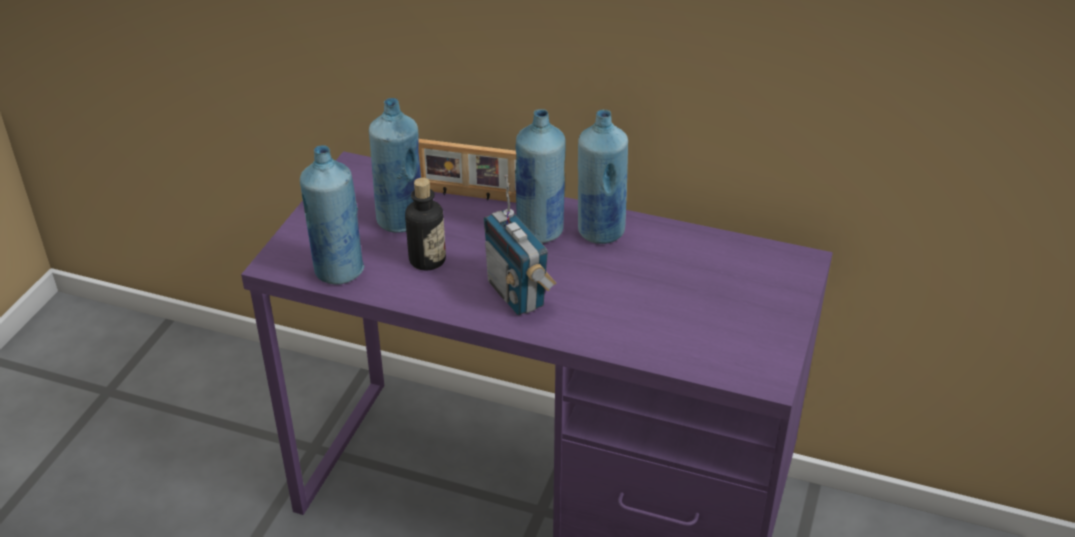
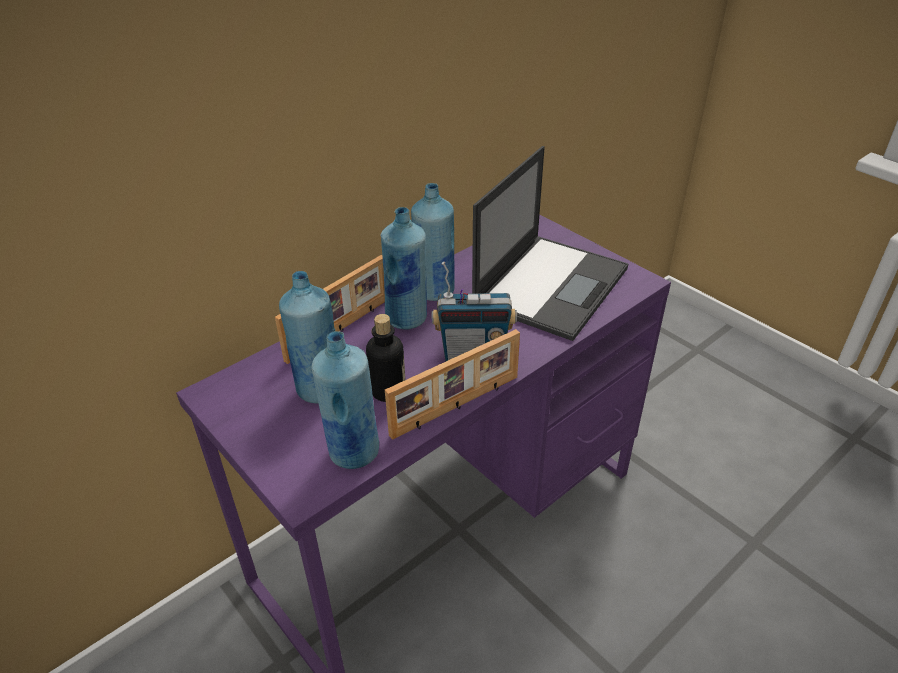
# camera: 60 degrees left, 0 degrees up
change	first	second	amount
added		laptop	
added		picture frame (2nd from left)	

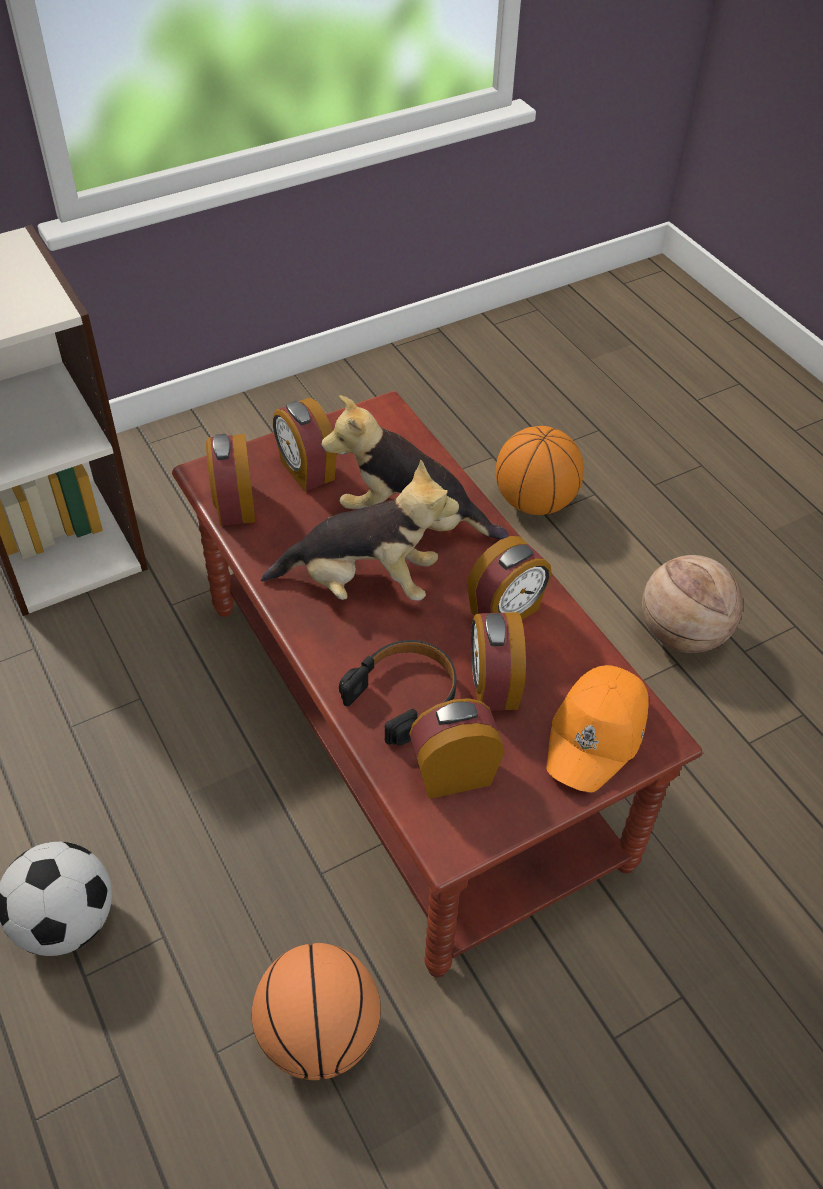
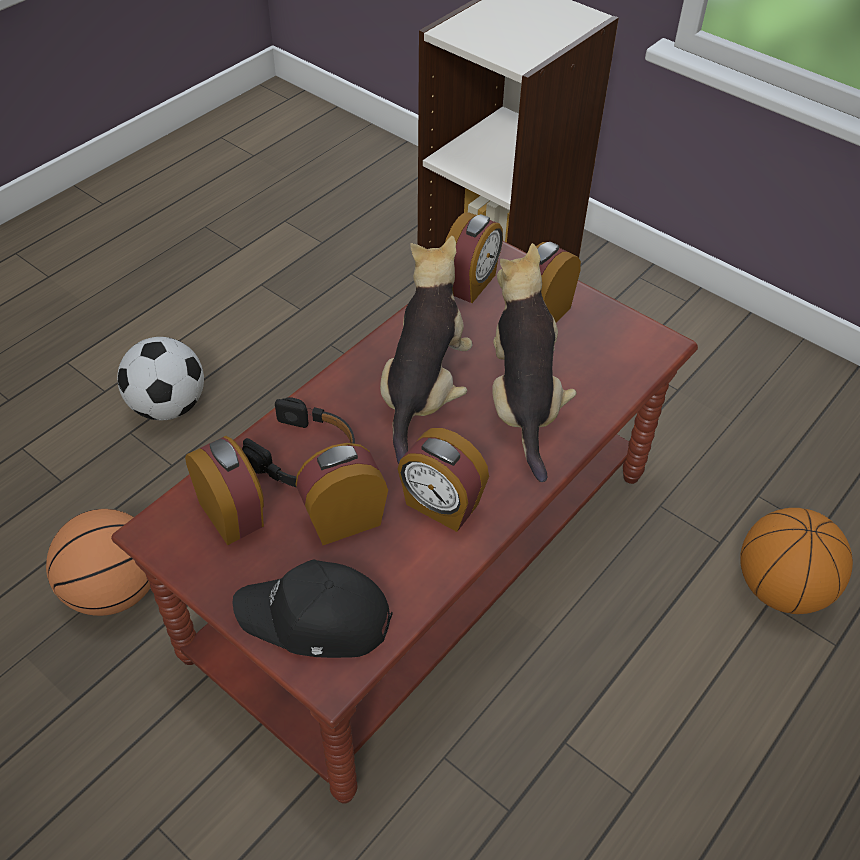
# camera: 70 degrees right, 0 degrees up
change	first	second	amount
turned	alarm clock (1st from left in the first image)	alarm clock (4th from left)	150 degrees clockwise
turned	plush toy (1st from left)		150 degrees counterclockwise
removed	basketball (3rd from left)		
recoloured	cap in orange	cap in black	

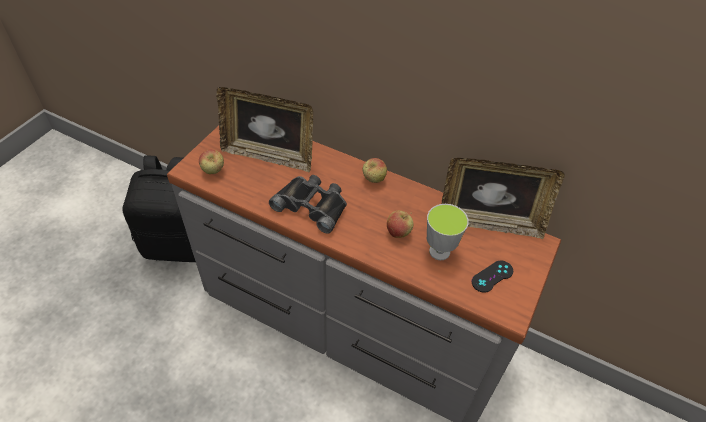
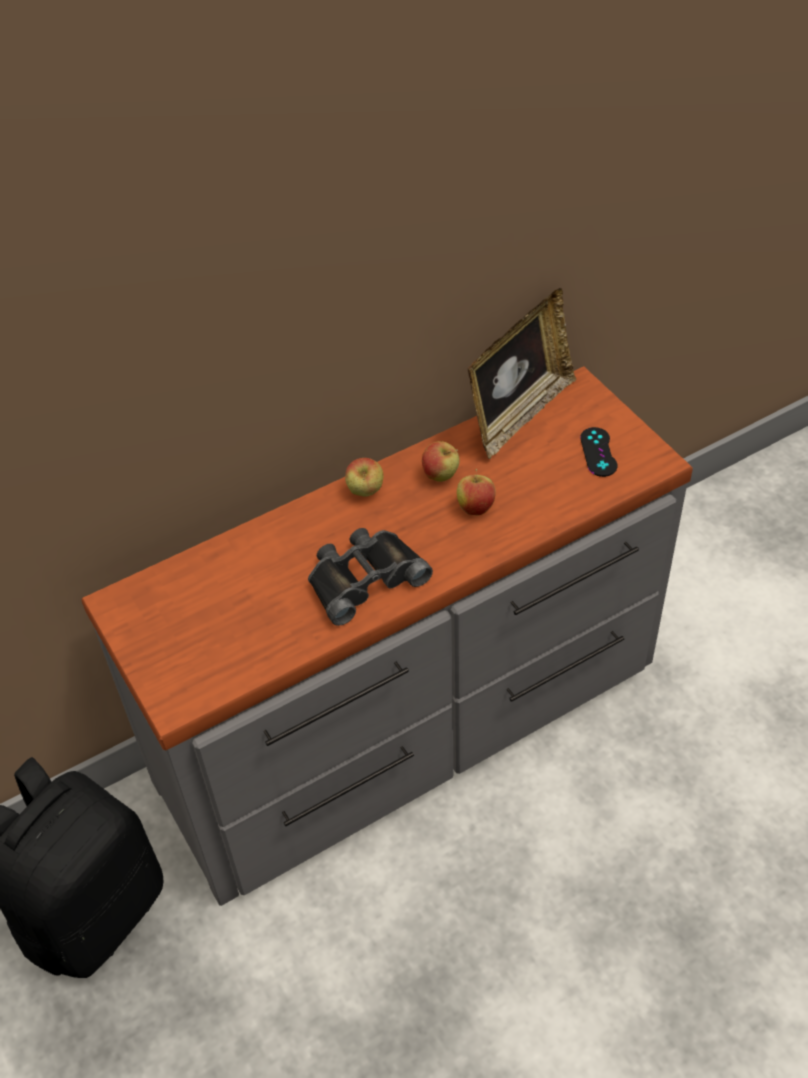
# camera: 55 degrees left, 0 degrees up
change	first	second	amount
removed	picture frame (1st from left)		
moved	apple (1st from left in the first image)	apple (2nd from left)	
removed	cup		

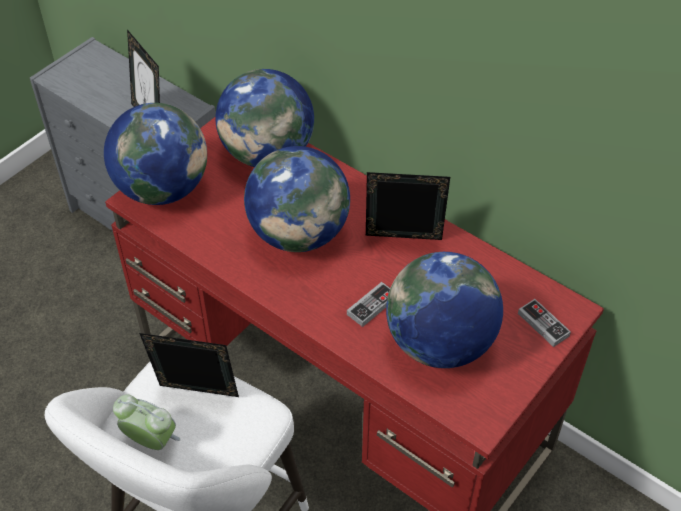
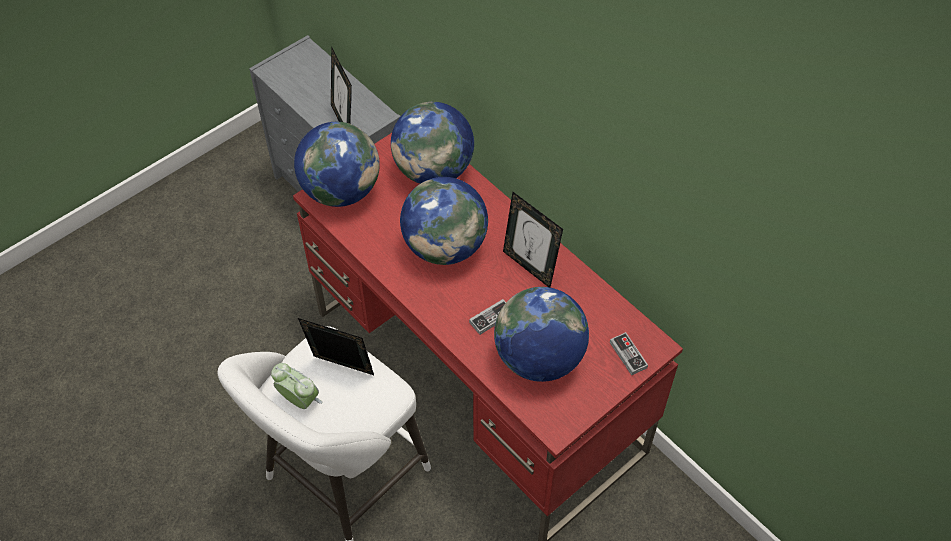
# camera: 10 degrees right, 5 degrees up
change	first	second	amount
turned	picture frame (3rd from left)		150 degrees counterclockwise

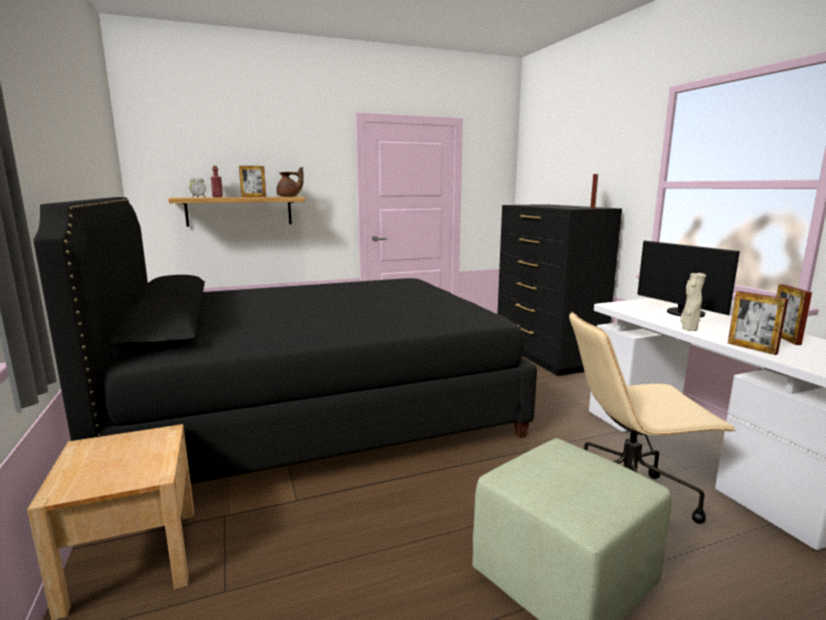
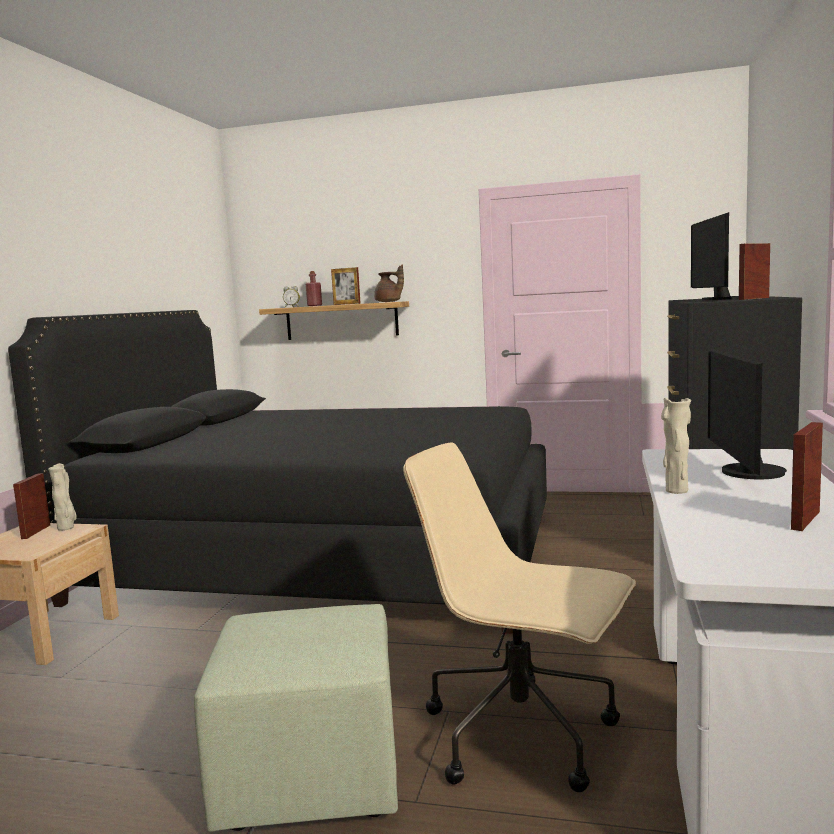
# camera: 35 degrees right, 5 degrees down
change	first	second	amount
moved	picture frame (3rd from left in the first image)	picture frame (1st from left)	
added		monitor (1st from left)	
added		vase in beige (1st from left)	

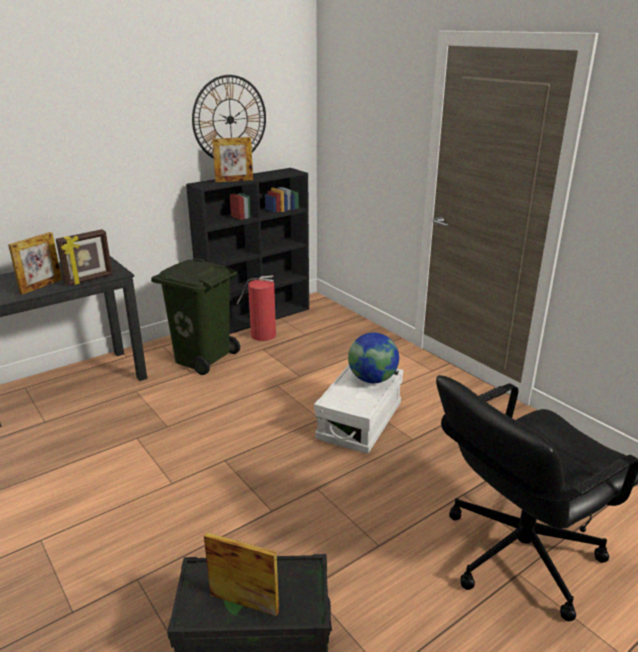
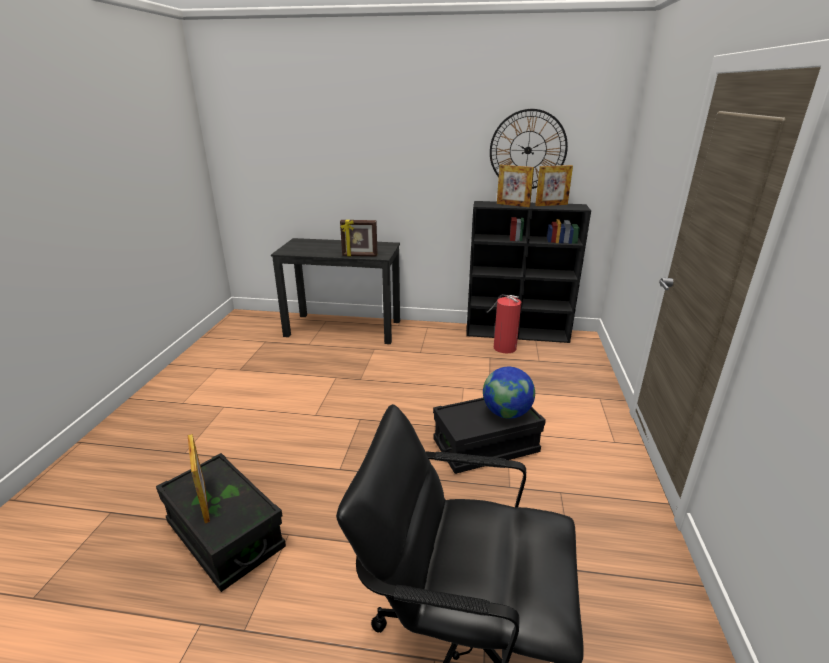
# camera: 45 degrees right, 0 degrees up
change	first	second	amount
moved	picture frame (1st from left in the first image)	picture frame (4th from left)	
removed	trash can in green		
recoloured	storage box in white	storage box in black (2nd from left)	

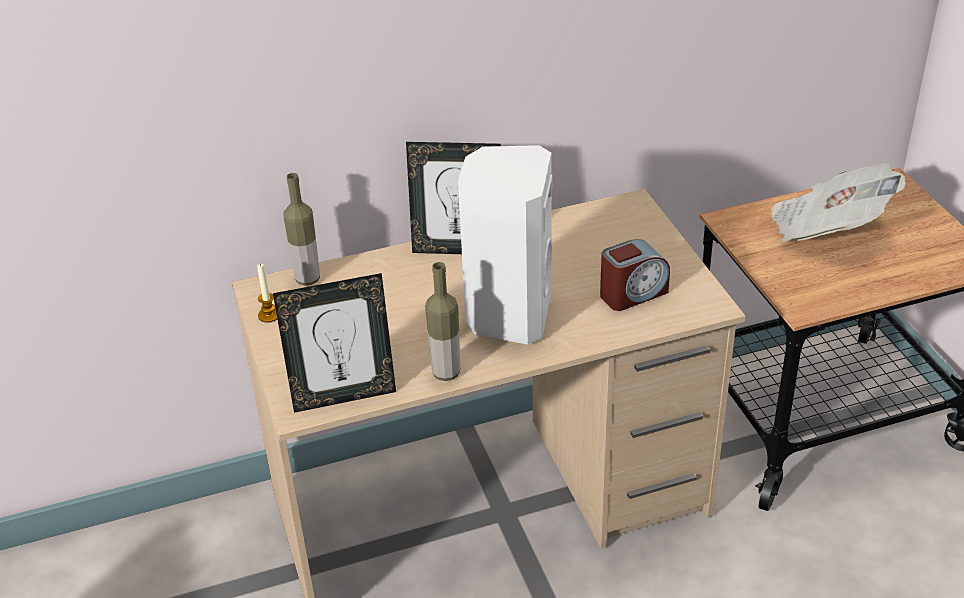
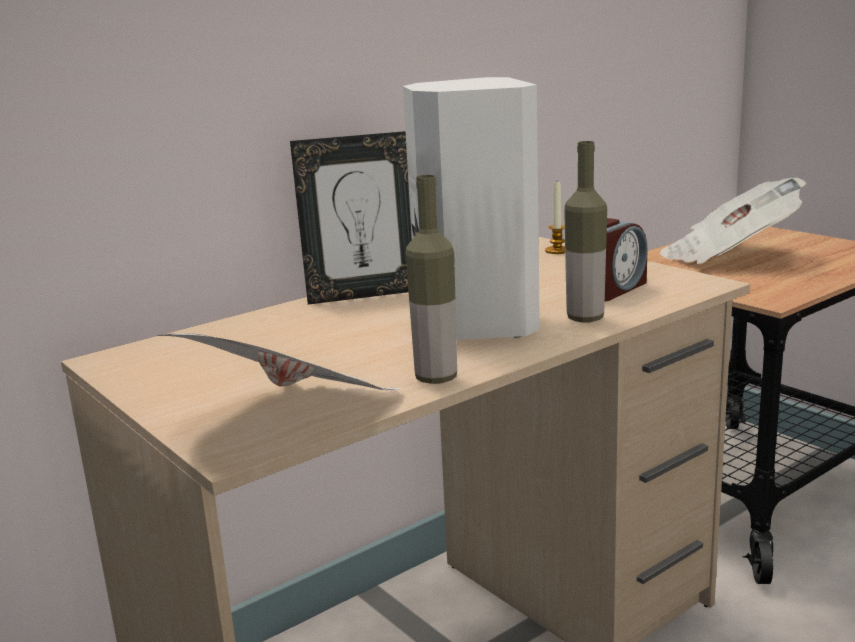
# camera: 20 degrees left, 20 degrees down
change	first	second	amount
moved	bottle (1st from left in the first image)	bottle (2nd from left)	
moved	candle		
replaced	picture frame (1st from left)	newspaper (1st from left)	

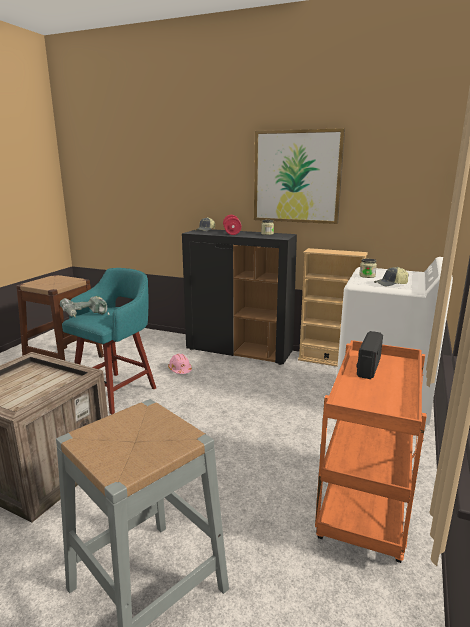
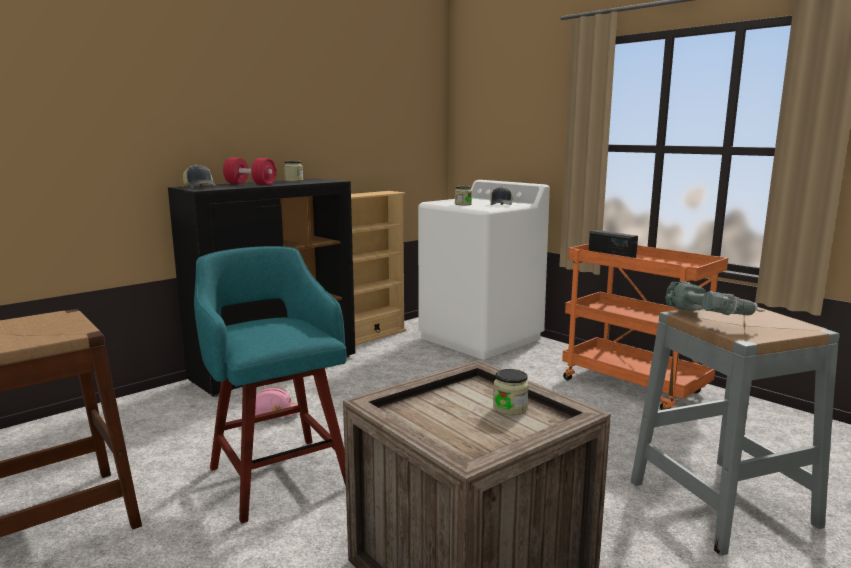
# camera: 65 degrees left, 5 degrees down
change	first	second	amount
removed	picture		
moved	power drill		
added		jar (3rd from left)	

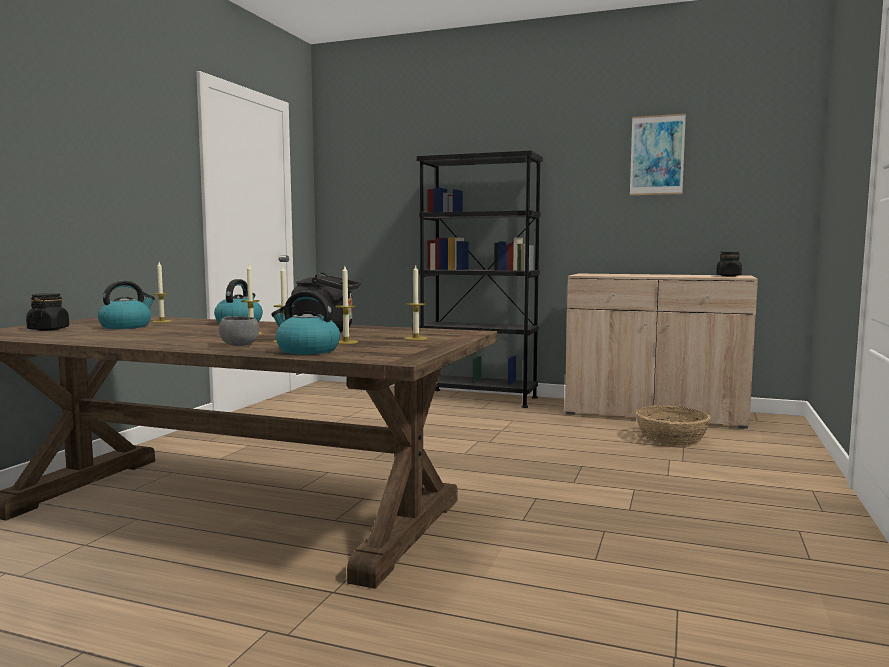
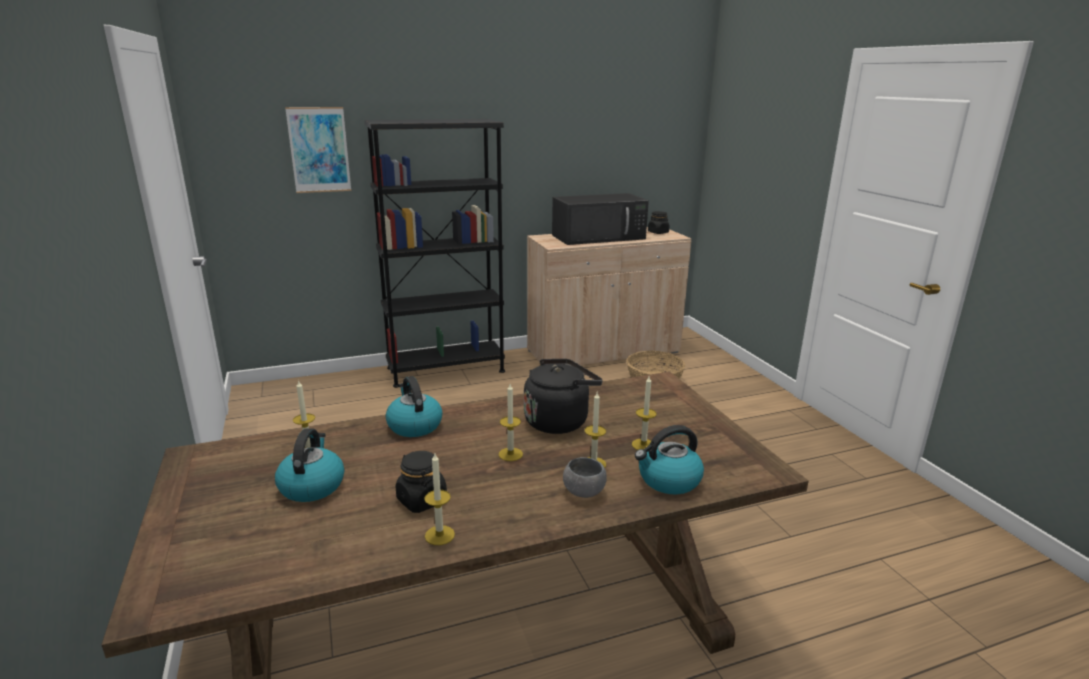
# camera: 40 degrees left, 15 degrees up
change	first	second	amount
moved	picture		
moved	candle (5th from left in the first image)	candle (2nd from left)	
moved	jar in black (1st from left)		
added		microwave in black	

